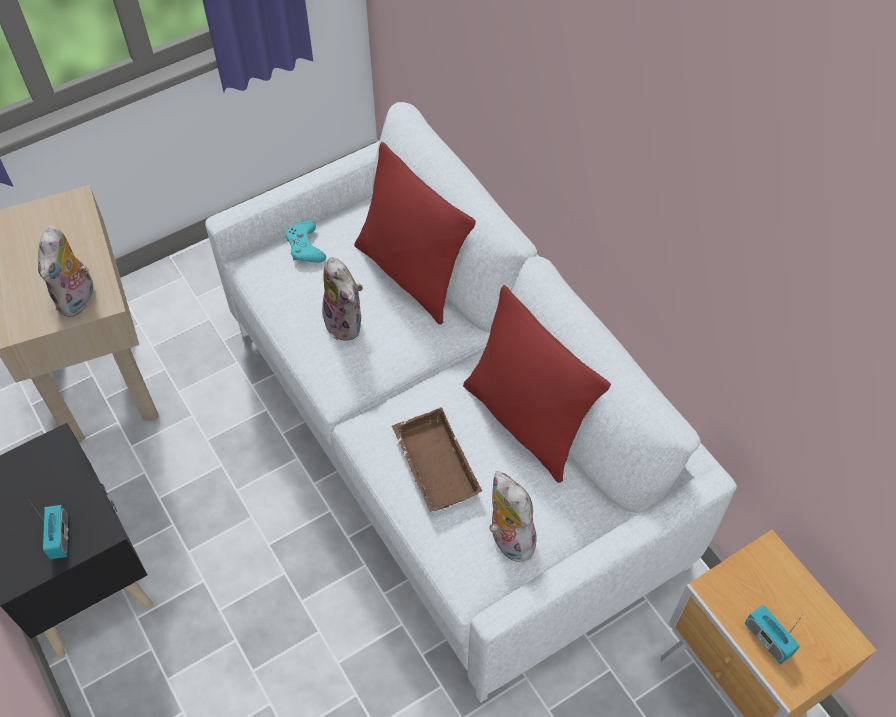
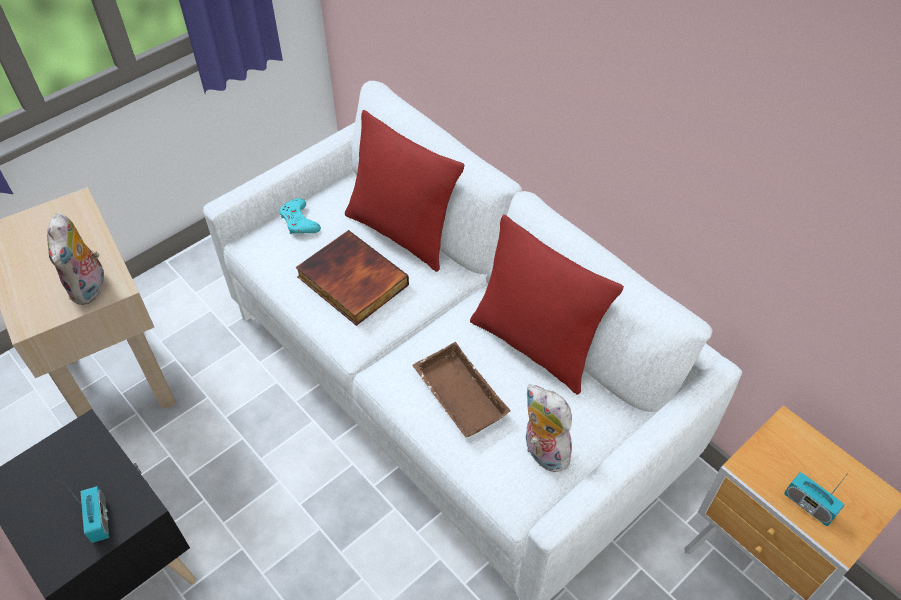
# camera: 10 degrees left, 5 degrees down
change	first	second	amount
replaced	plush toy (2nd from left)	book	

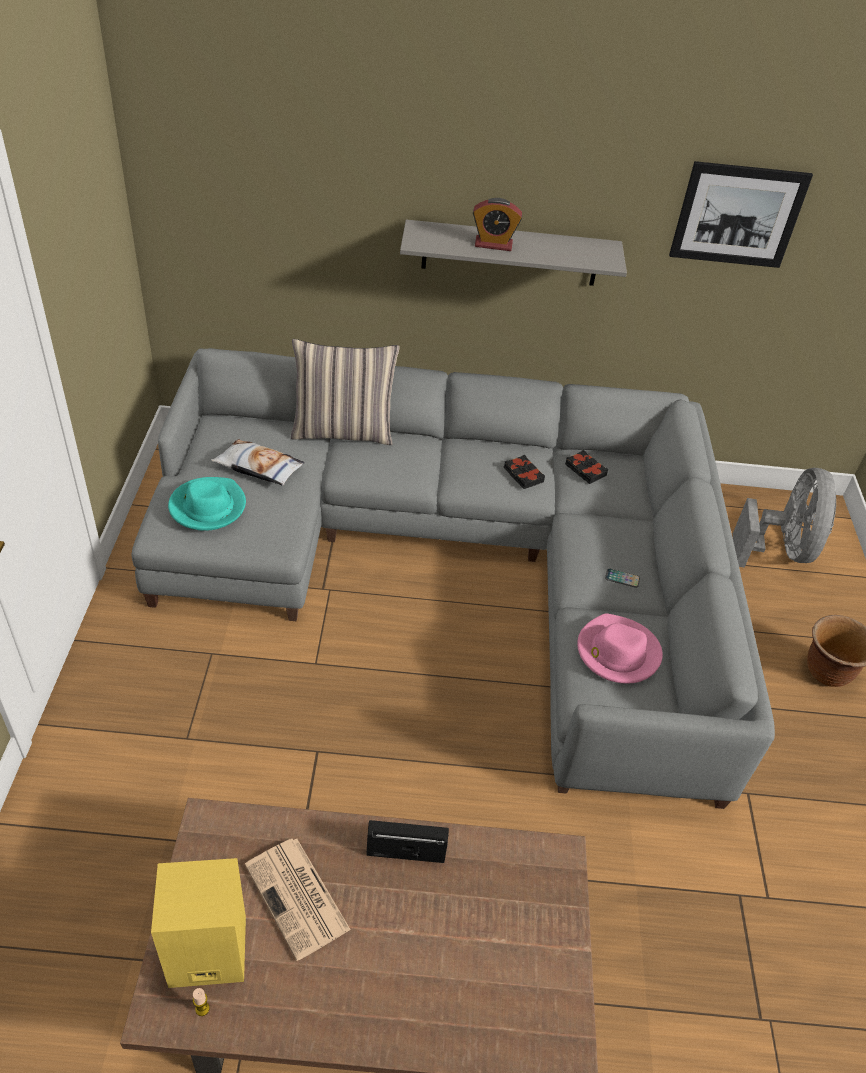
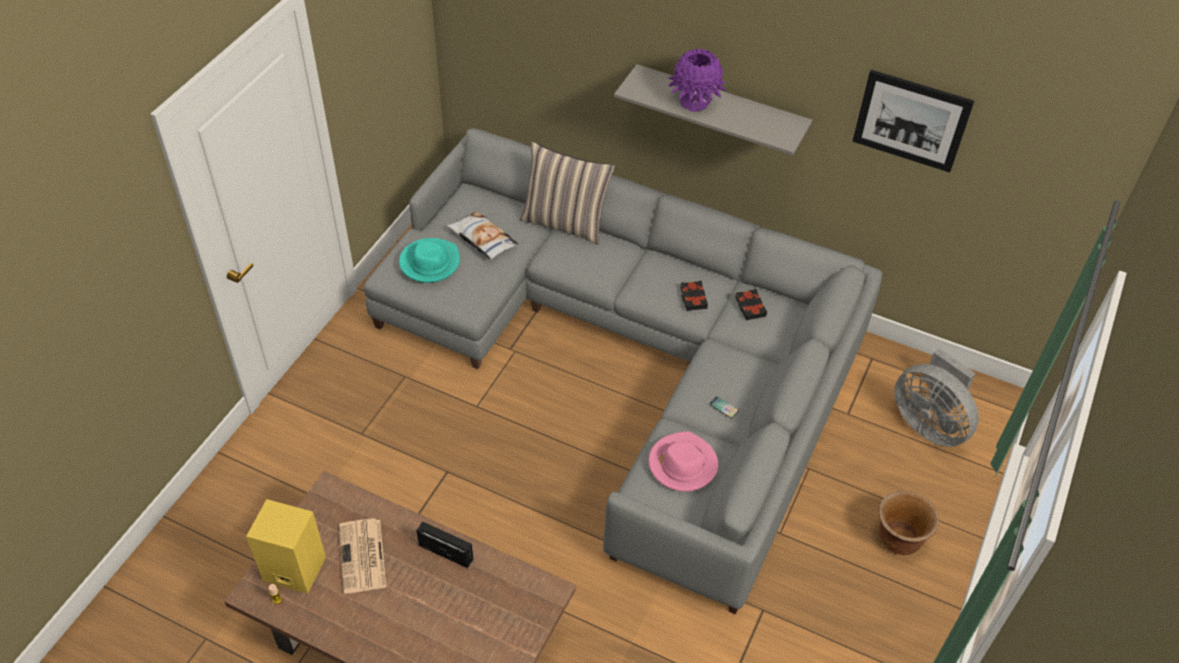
# camera: 25 degrees right, 5 degrees up
change	first	second	amount
replaced	alarm clock	vase in purple	
turned	fan in grey		105 degrees clockwise

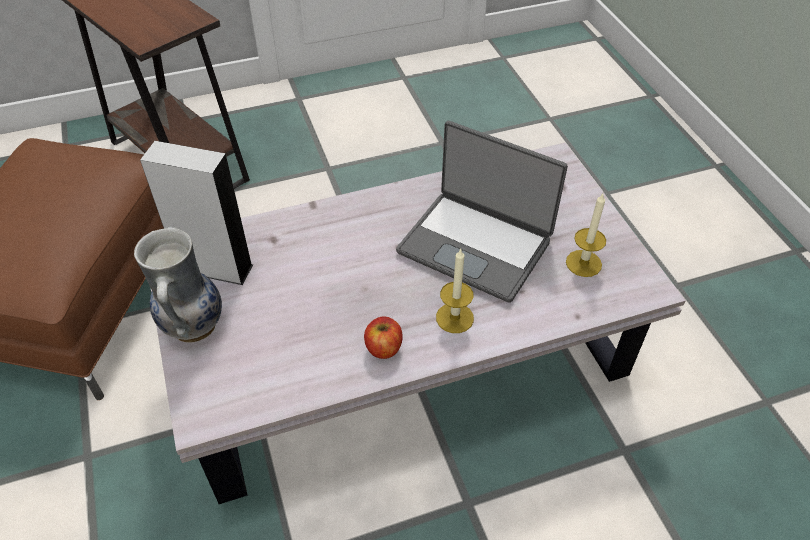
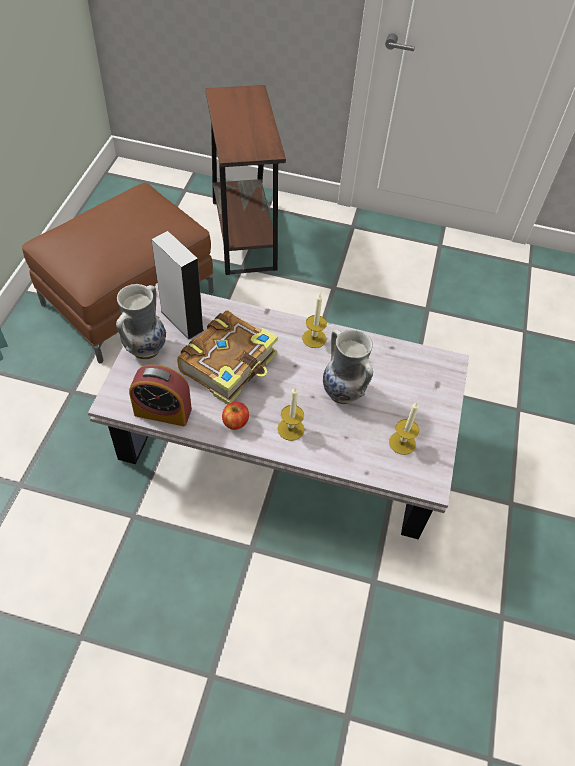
# camera: 30 degrees right, 5 degrees up
change	first	second	amount
replaced	laptop	vase (2nd from left)	
added		candle (2nd from left)	
added		book	
added		alarm clock	

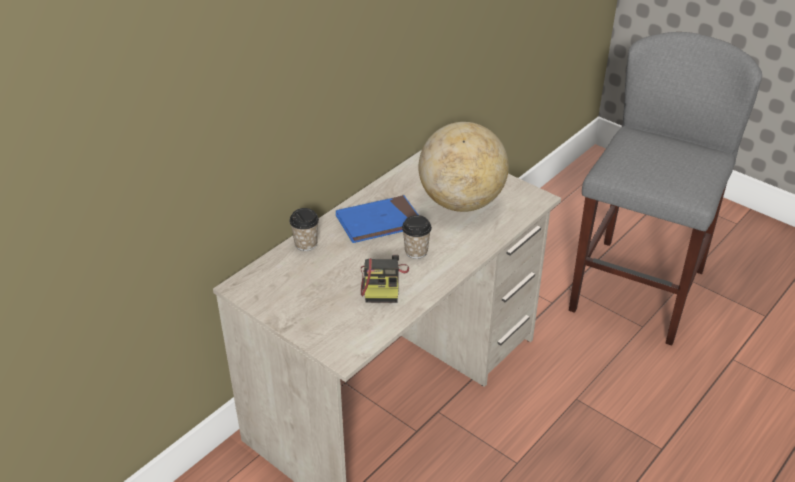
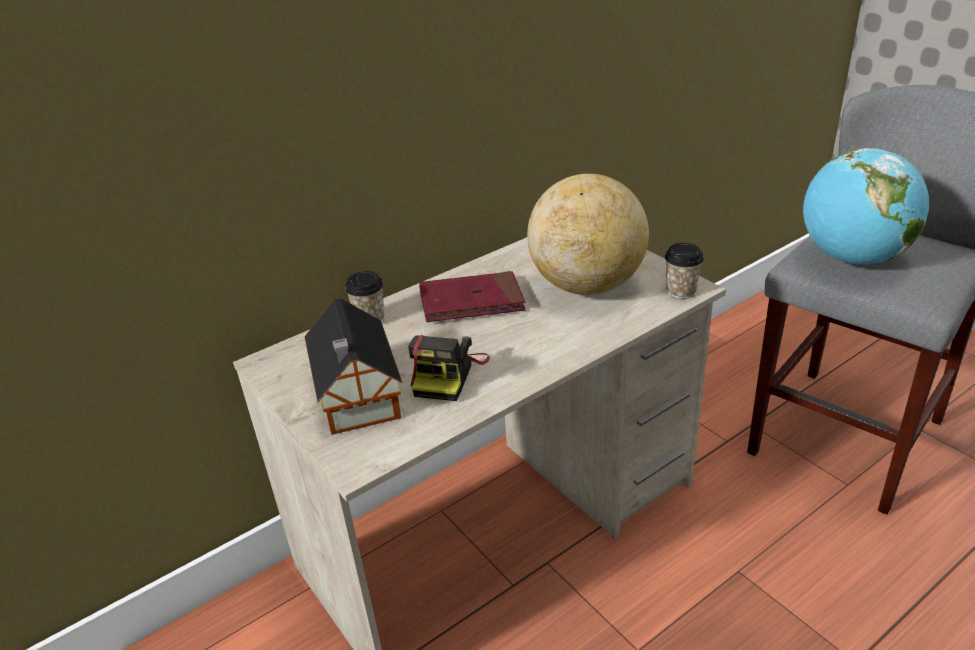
# camera: 15 degrees right, 5 degrees down
change	first	second	amount
recoloured	book in blue	book in red	
moved	cup (2nd from left)		
added		globe (2nd from left)	
added		toy house	

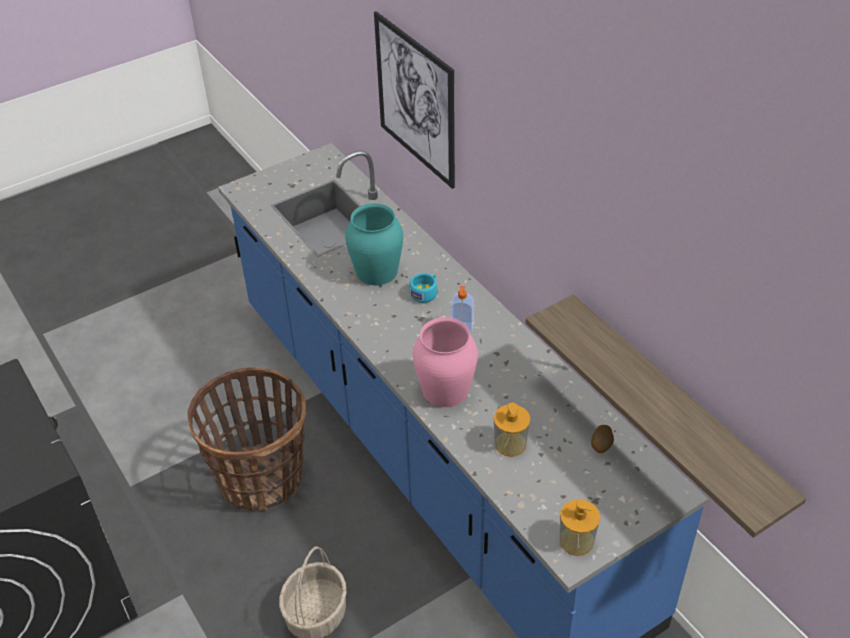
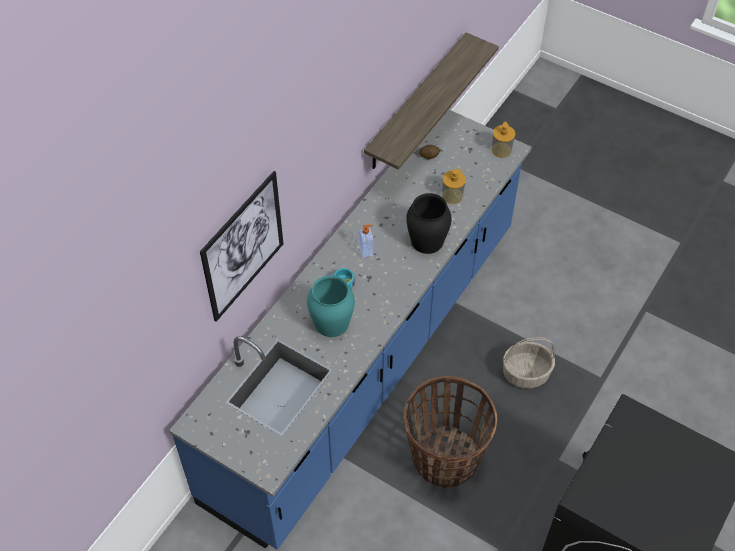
# camera: 115 degrees left, 10 degrees up
change	first	second	amount
recoloured	vase in pink	vase in black	

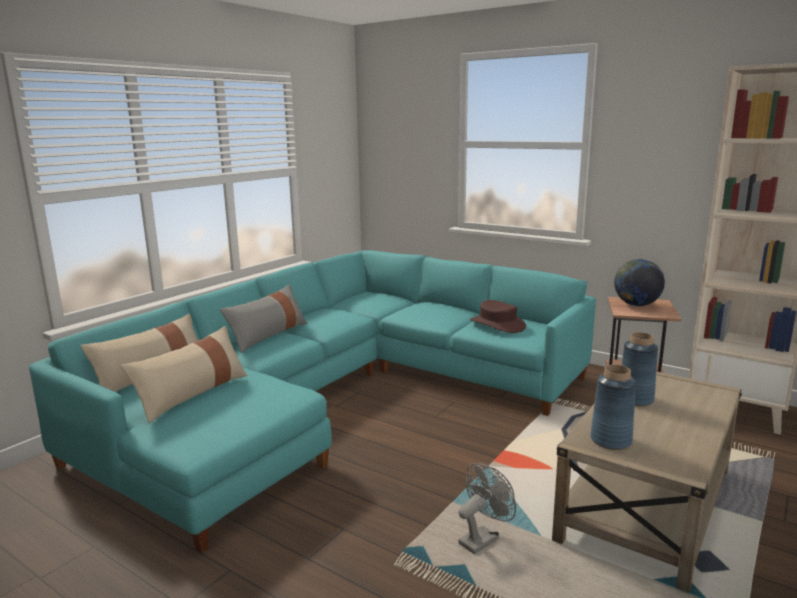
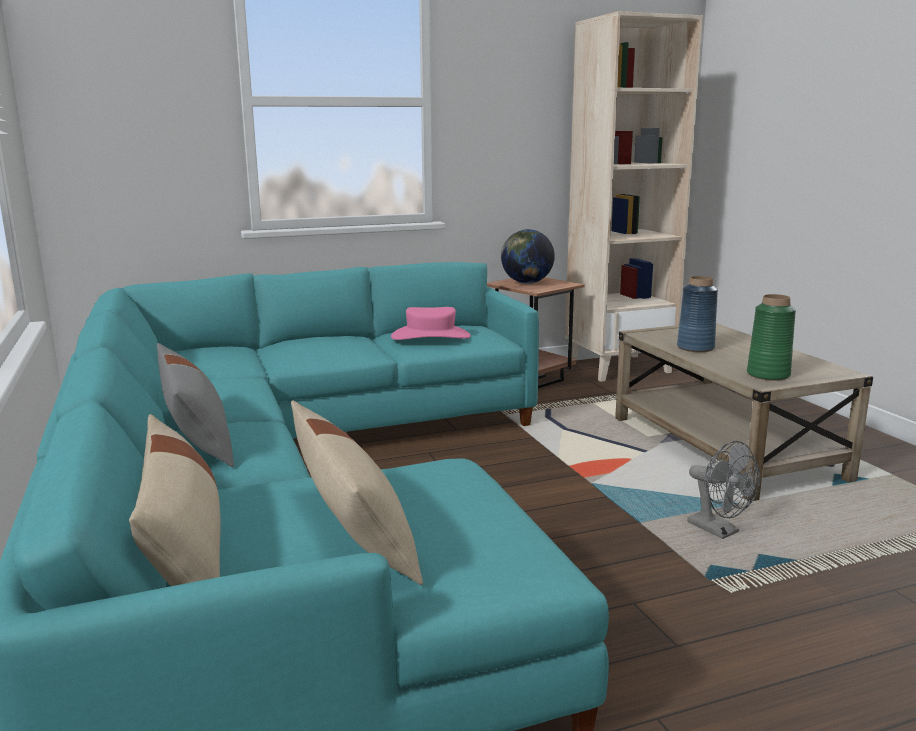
# camera: 55 degrees left, 0 degrees up
change	first	second	amount
recoloured	hat in brown	hat in pink	
recoloured	vase in blue (1st from left)	vase in green	
turned	fan in grey		150 degrees clockwise

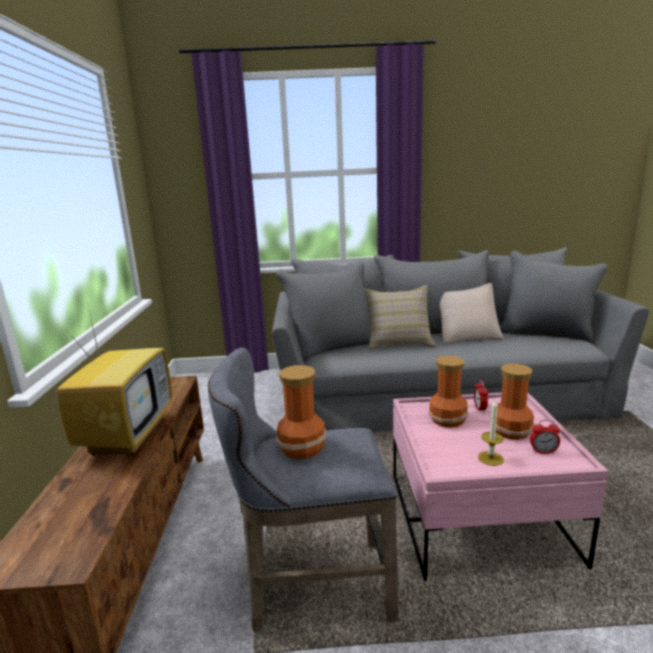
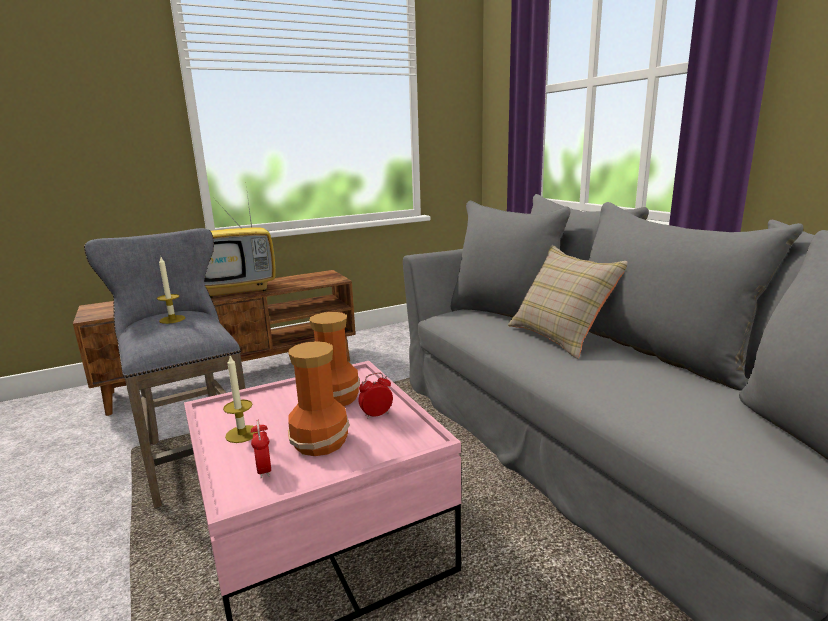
# camera: 65 degrees right, 0 degrees up
change	first	second	amount
removed	pillow in beige (2nd from left)		
replaced	vase (1st from left)	candle (1st from left)	

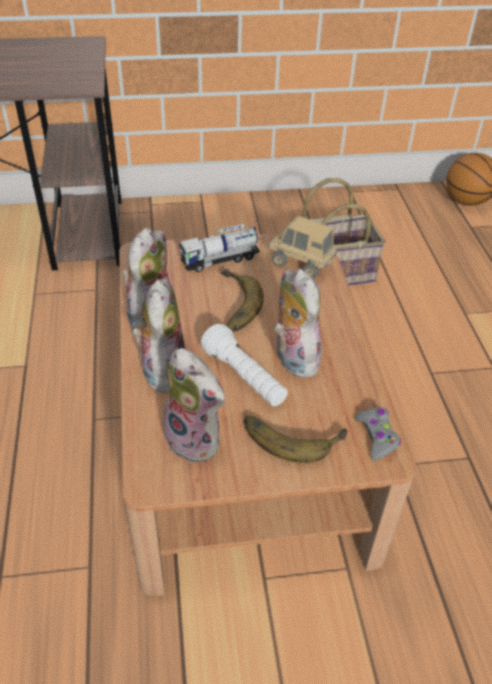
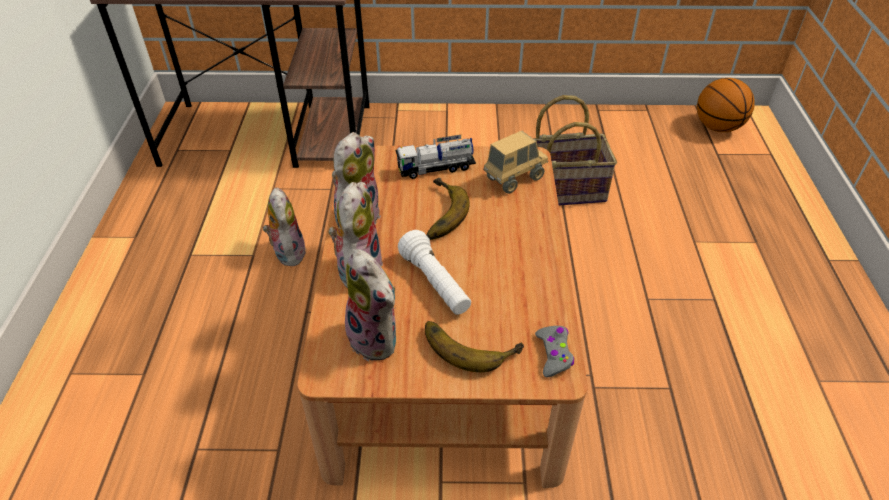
# camera: 10 degrees right, 0 degrees up
change	first	second	amount
turned	toy truck (2nd from left)		105 degrees clockwise
moved	plush toy (4th from left in the first image)	plush toy (1st from left)	

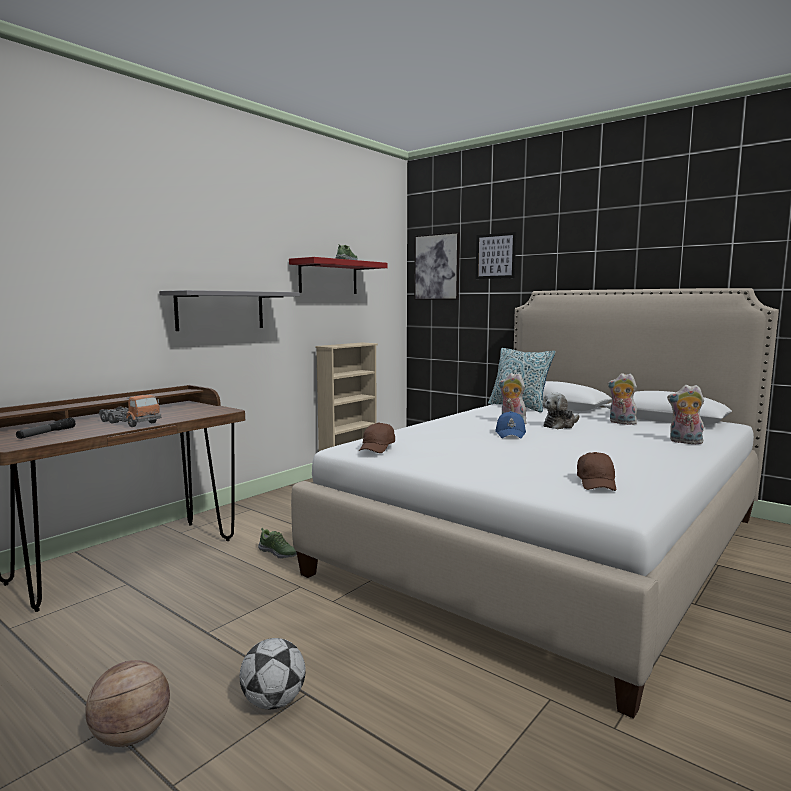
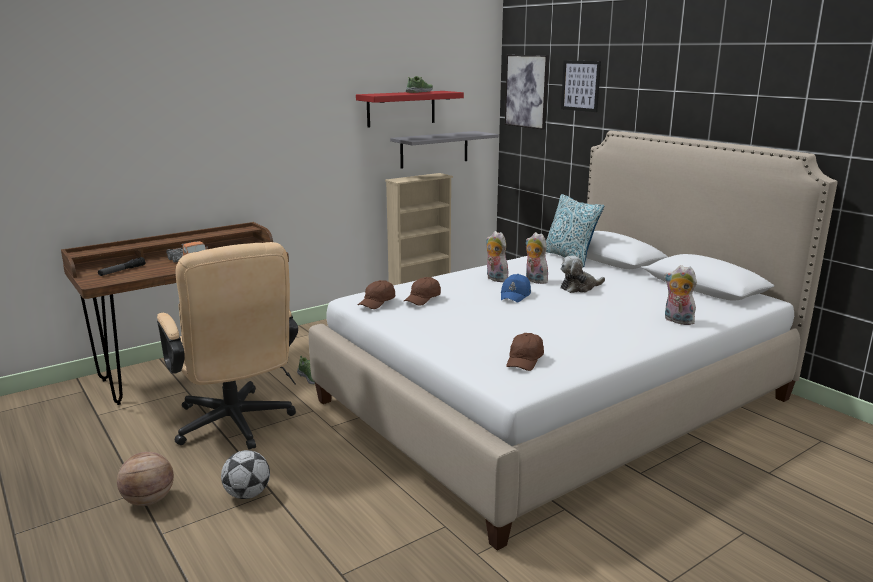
# camera: 15 degrees right, 10 degrees up
change	first	second	amount
moved	shelf in grey		
moved	plush toy (3rd from left in the first image)	plush toy (1st from left)	
added		office chair in beige	
added		cap in brown (2nd from left)	

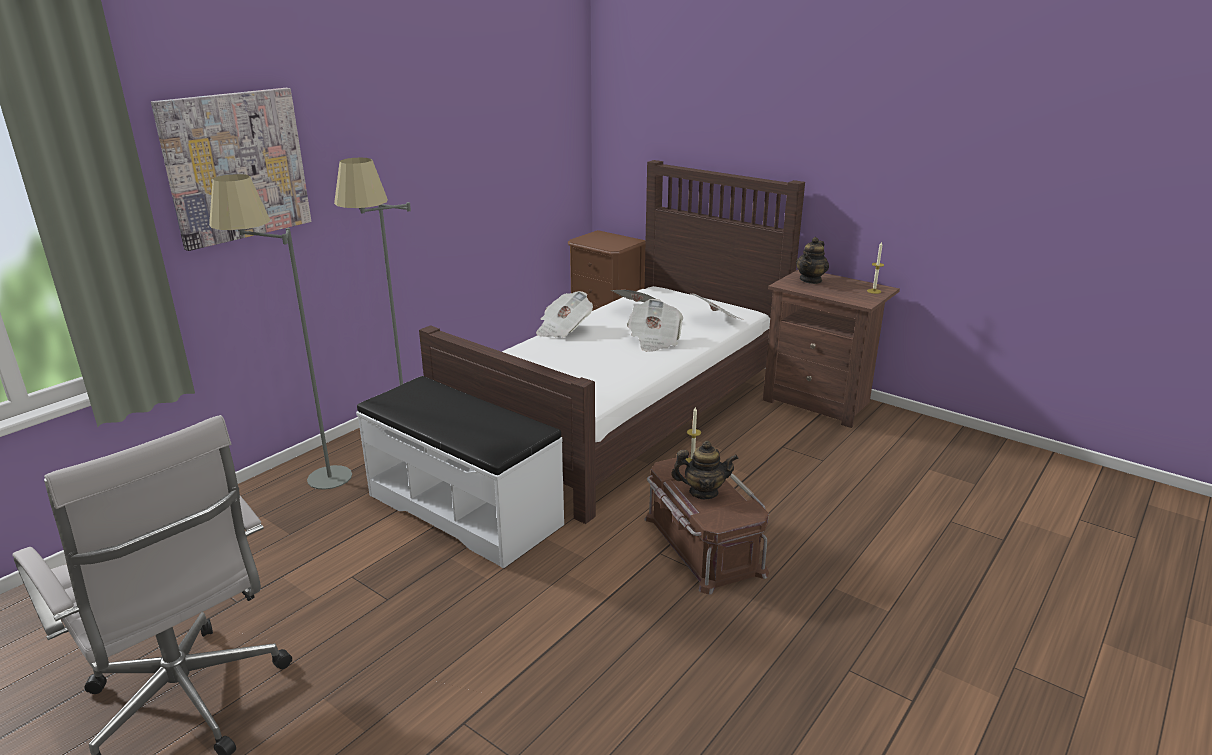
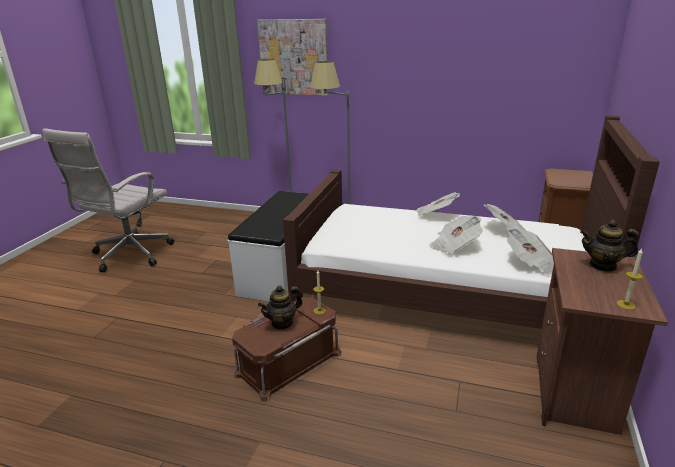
# camera: 70 degrees right, 0 degrees up
change	first	second	amount
turned	teapot (1st from left)		75 degrees clockwise

